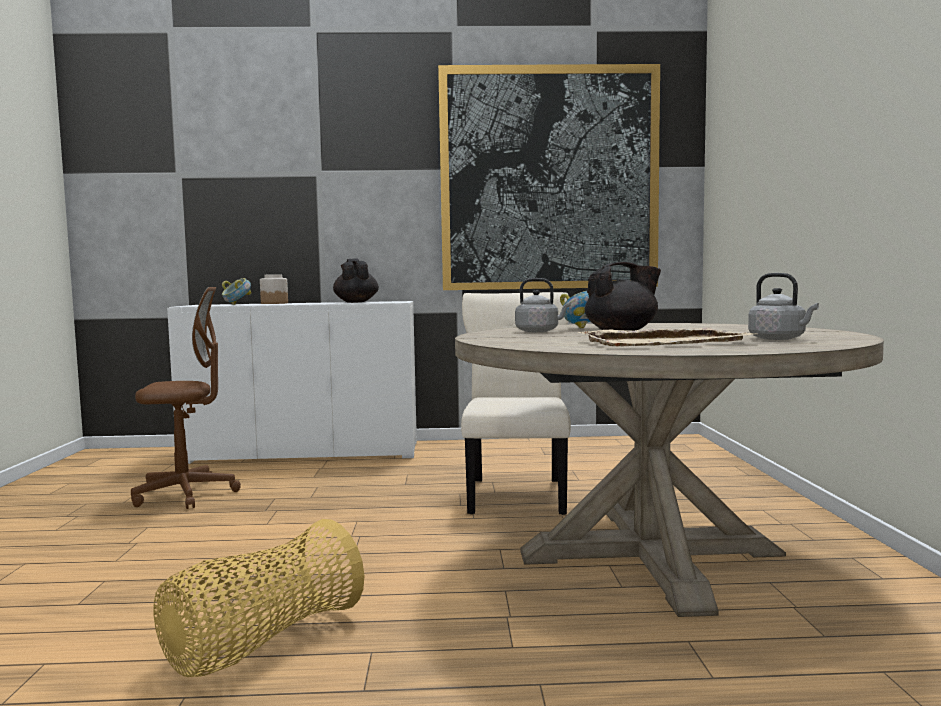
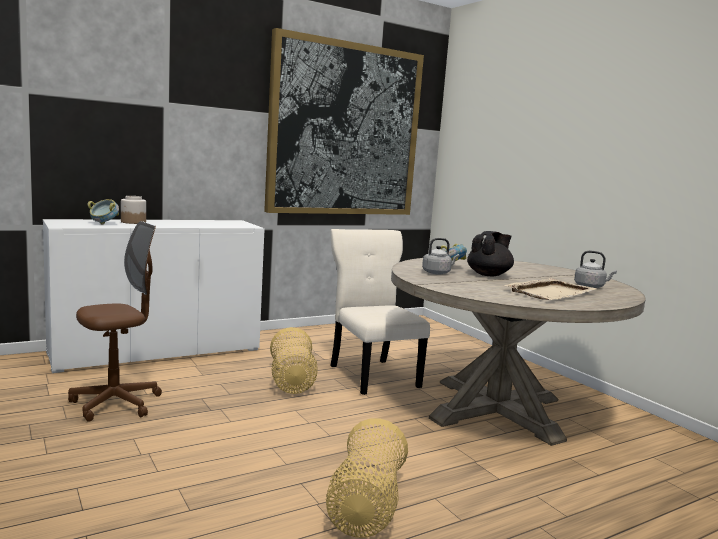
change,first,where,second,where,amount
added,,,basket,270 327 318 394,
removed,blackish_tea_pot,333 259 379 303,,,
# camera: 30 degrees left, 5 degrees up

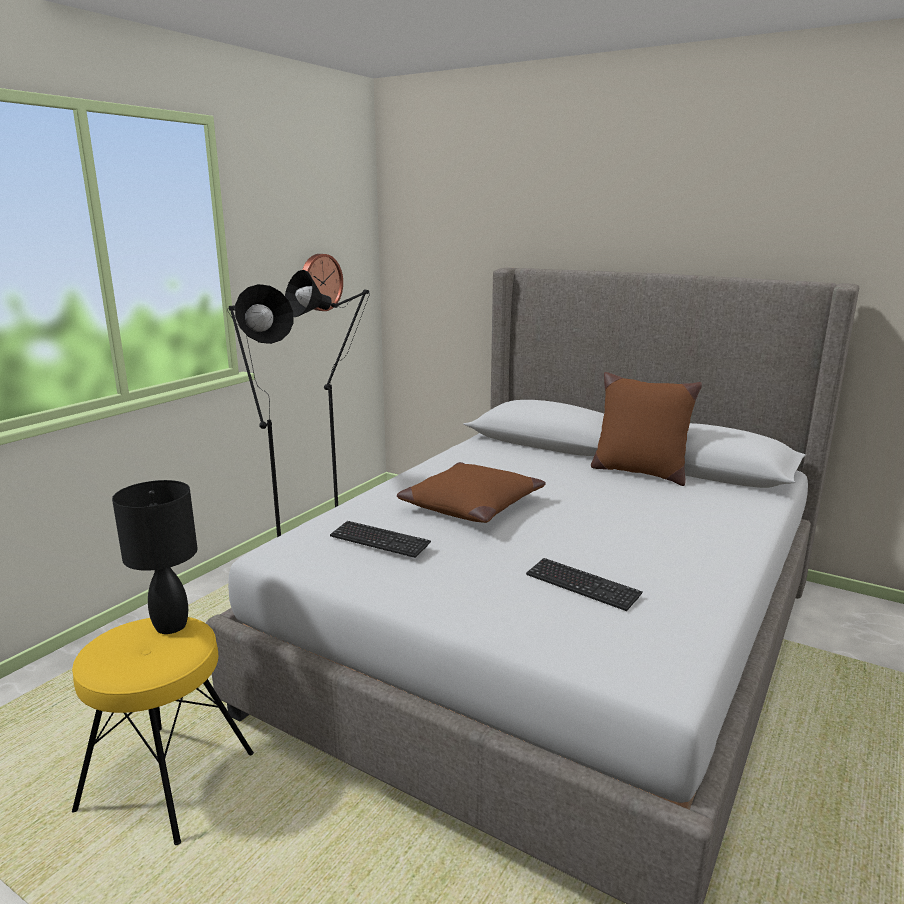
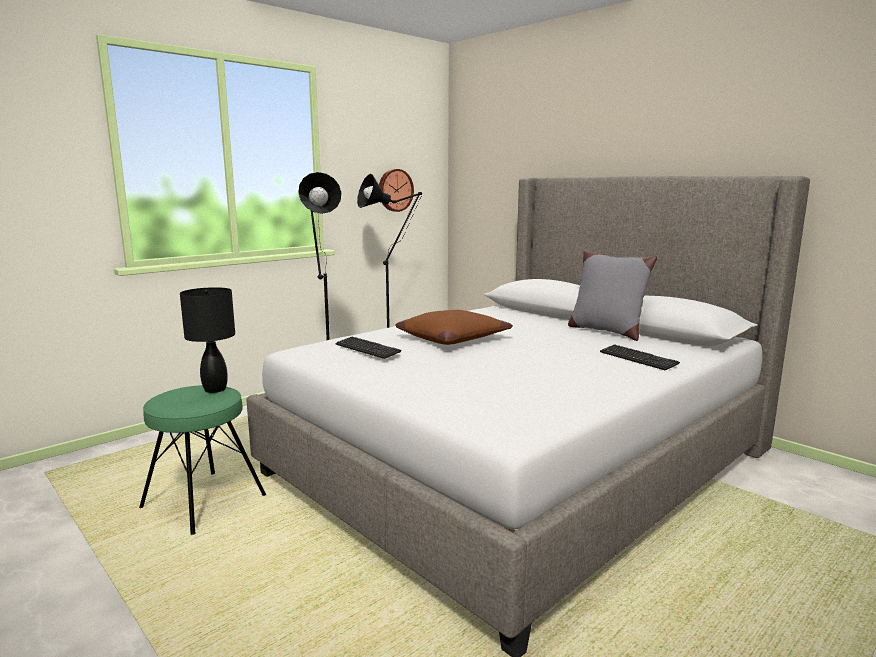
change,first,where,second,where,amount
recoloured,yellow_stool_seat,72 617 254 845,green_stool_seat,139 385 266 535,
recoloured,brown-coloured_cushion,591 372 702 486,gray_cushion,568 250 657 341,
moved,computer_keyboard,526 558 643 611,,600 344 680 370,
# camera: 15 degrees right, 5 degrees down

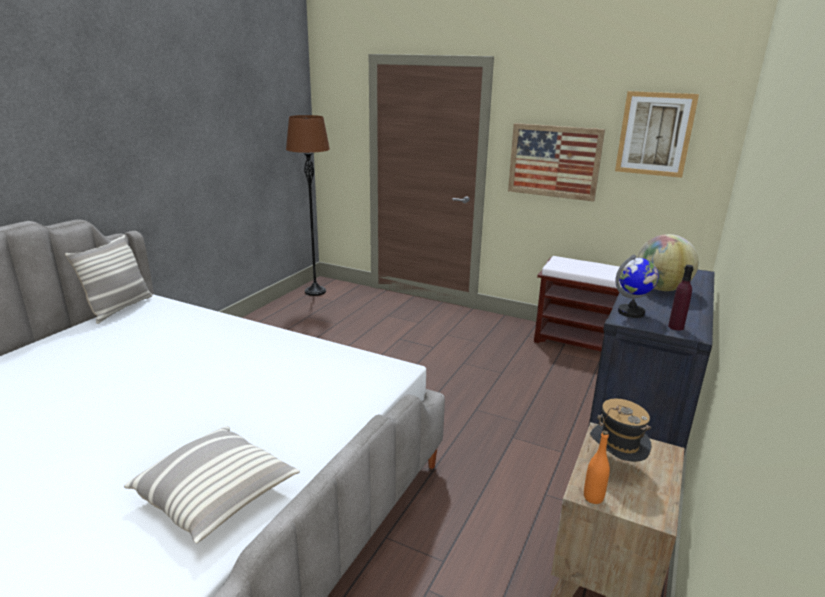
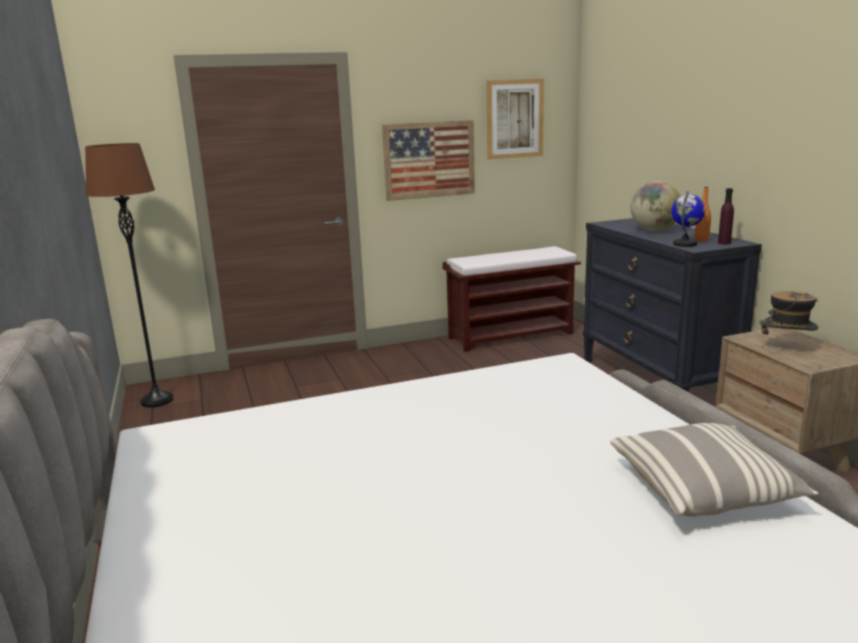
change,first,where,second,where,amount
moved,orange_bottle,584 431 610 504,,695 187 711 242,
removed,cushion,65 235 152 324,,,
# camera: 45 degrees left, 5 degrees down

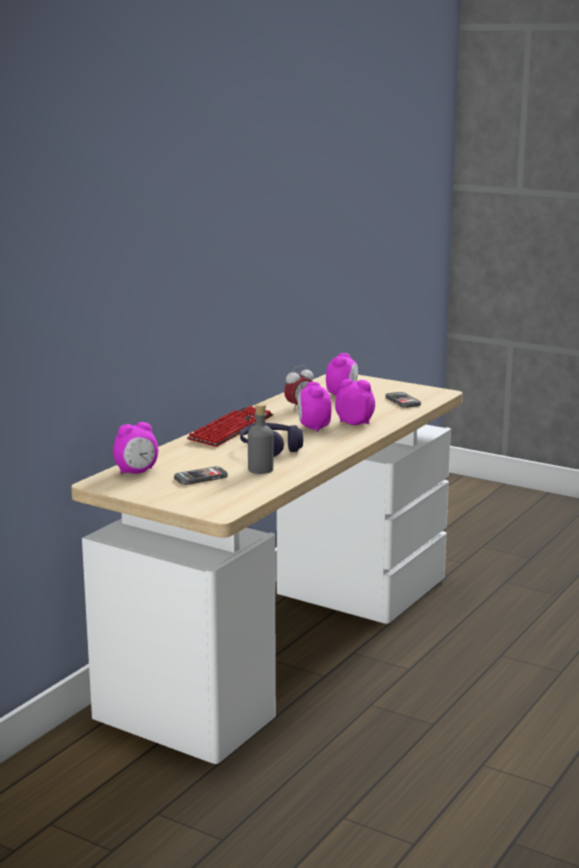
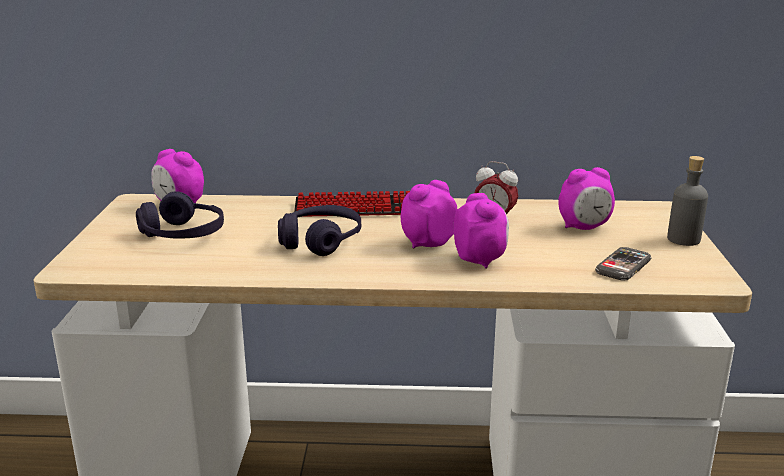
change,first,where,second,where,amount
replaced,phone,174 466 228 485,purplish_headphones,136 191 224 239,
moved,gray_bottle,248 403 274 474,,667 156 708 246,
# camera: 60 degrees right, 5 degrees up

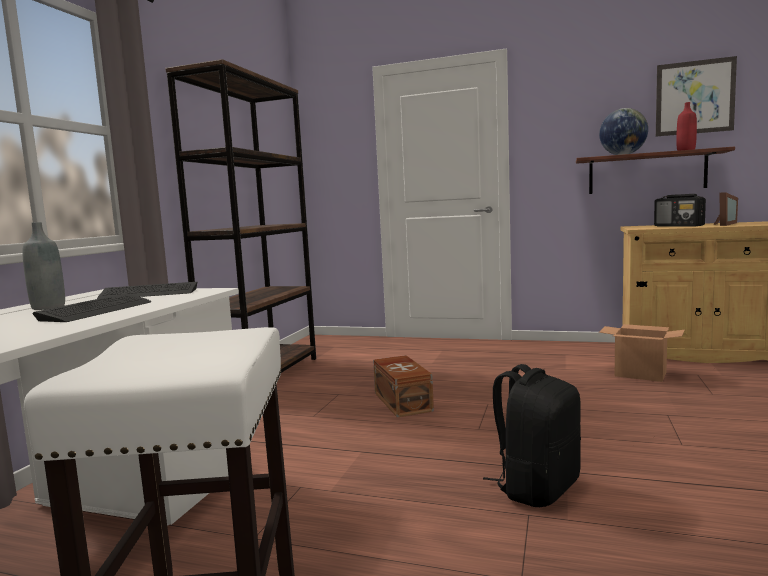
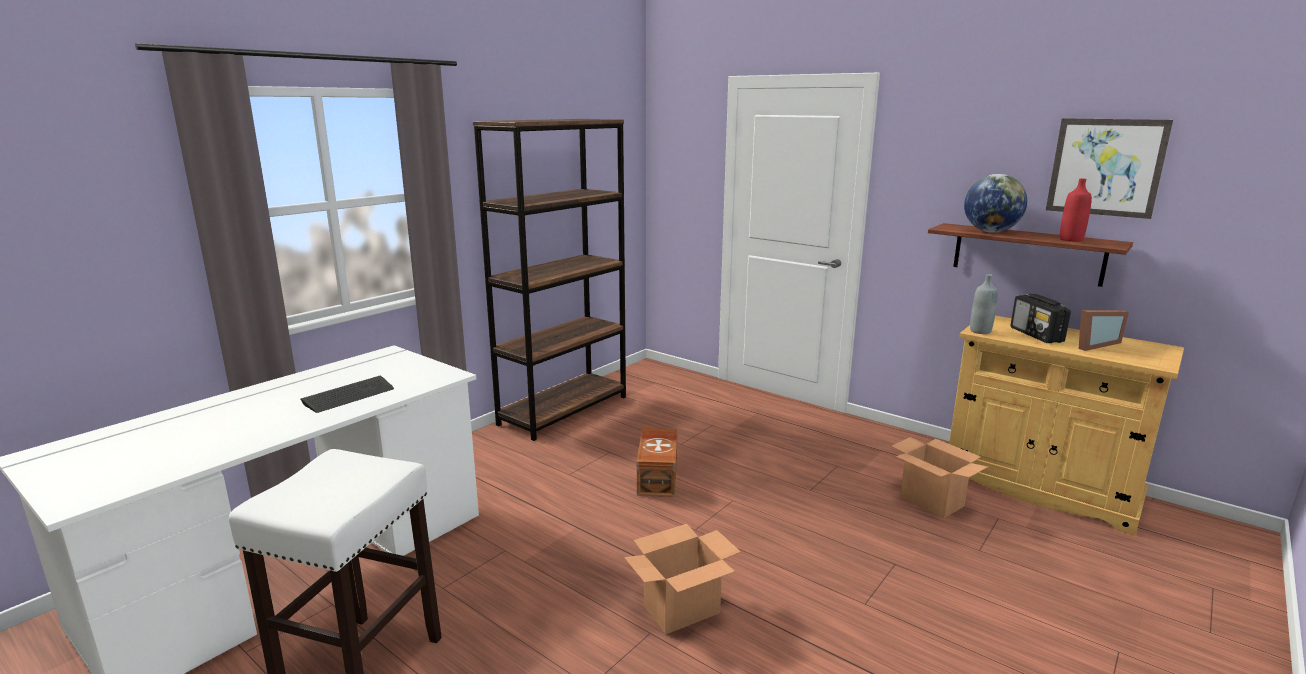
change,first,where,second,where,amount
replaced,blackish_knapsack,483 364 581 507,packing_box,624 524 741 634,
moved,gray_bottle,22 222 65 310,,970 274 998 334,
removed,computer_keyboard,97 282 197 299,,,
# camera: 20 degrees right, 10 degrees up

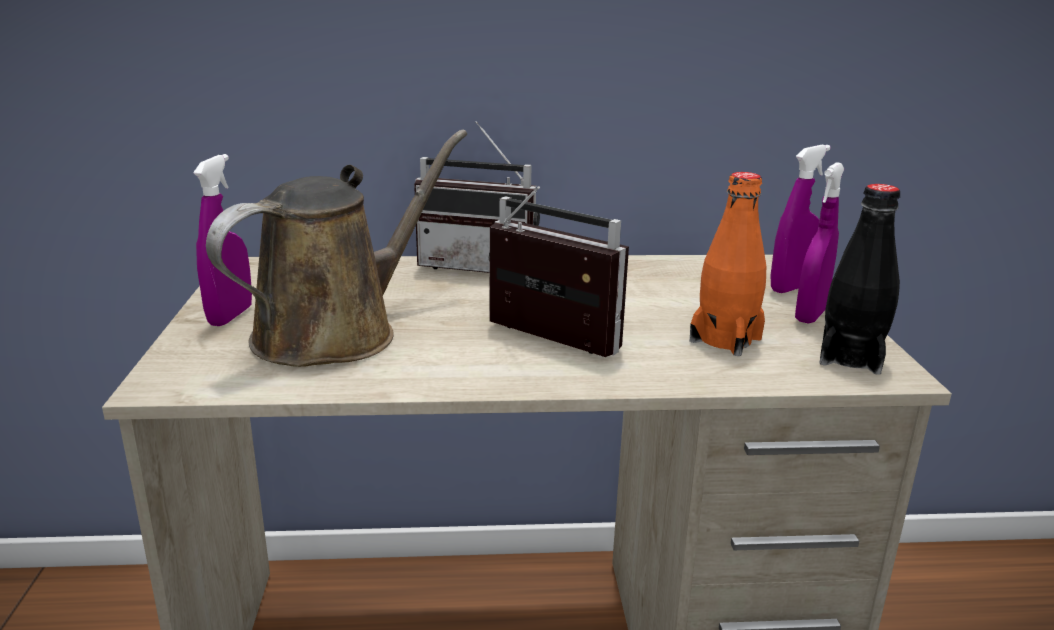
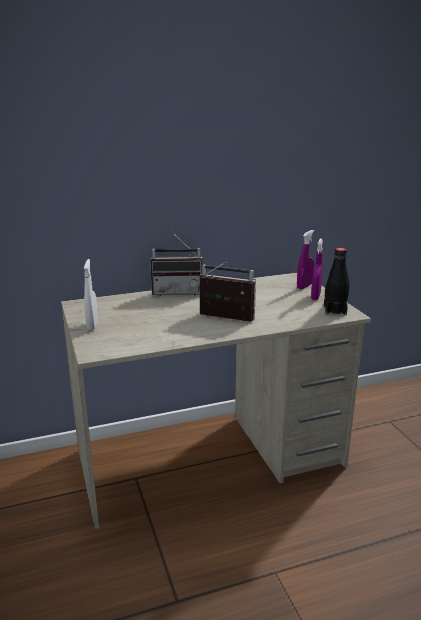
change,first,where,second,where,amount
recoloured,purplish_sprayer,193 154 252 326,white_sprayer,84 259 98 330,
removed,brown-coloured_watering_can,206 130 467 367,,,
removed,orange_bottle,690 172 766 356,,,
# camera: 15 degrees left, 0 degrees up

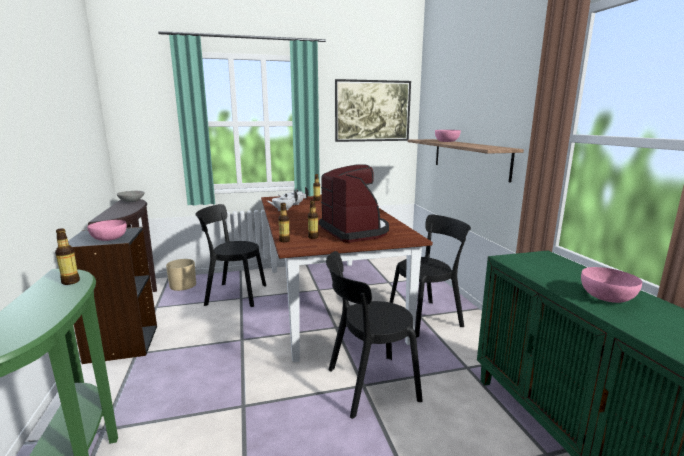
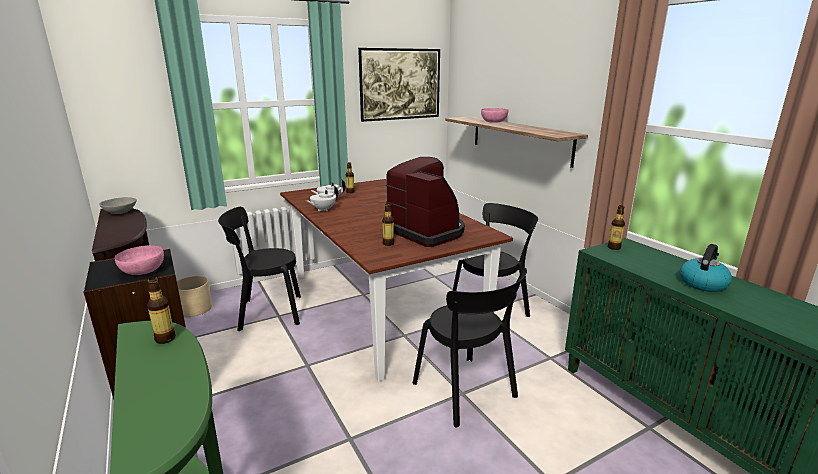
change,first,where,second,where,amount
turned,blackish_chair,326 251 423 419,,413 268 527 428,90 degrees counterclockwise
moved,bottle,278 203 290 242,,608 205 625 250,
replaced,pinkish_bowl,581 267 642 303,tea_kettle,680 244 732 292,
# camera: 15 degrees left, 5 degrees up

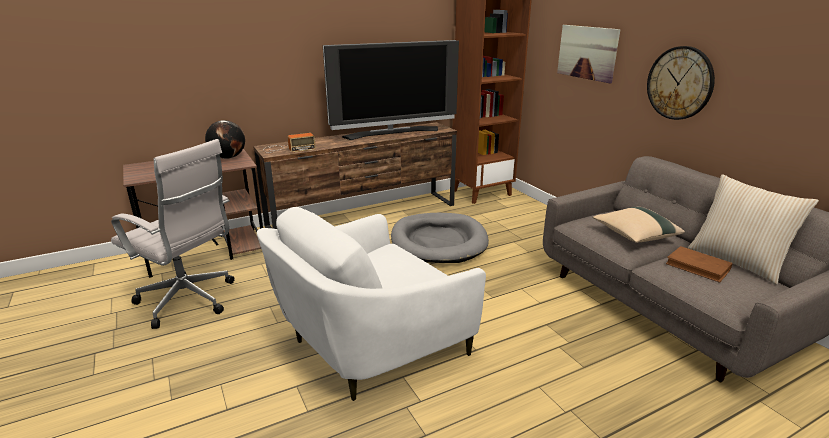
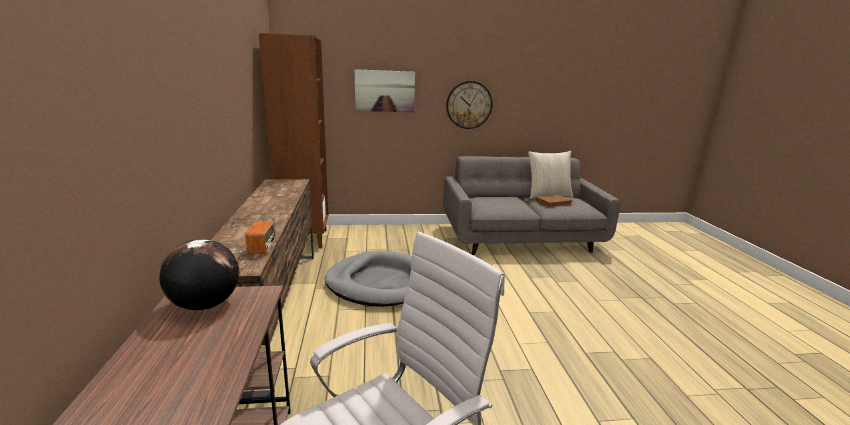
change,first,where,second,where,amount
removed,white_armchair,257 207 486 401,,,
removed,television,323 40 459 140,,,
removed,beige_cushion,593 207 685 243,,,
# camera: 70 degrees left, 5 degrees down

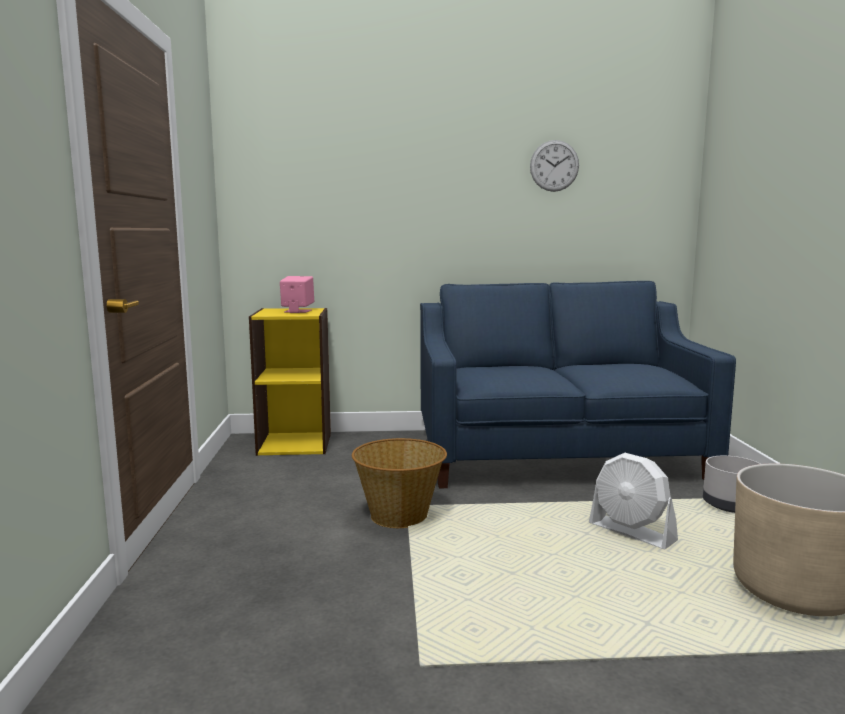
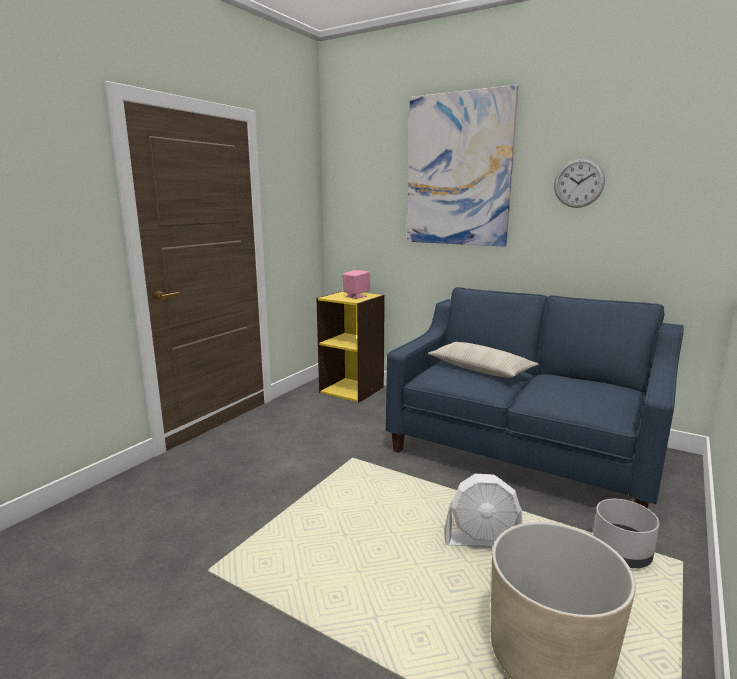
change,first,where,second,where,amount
added,,,picture,407 85 518 247,
added,,,beige_cushion,428 342 539 378,
turned,white_fan,589 453 678 550,,444 474 522 548,75 degrees counterclockwise
removed,basket,352 438 447 528,,,
# camera: 35 degrees right, 5 degrees up

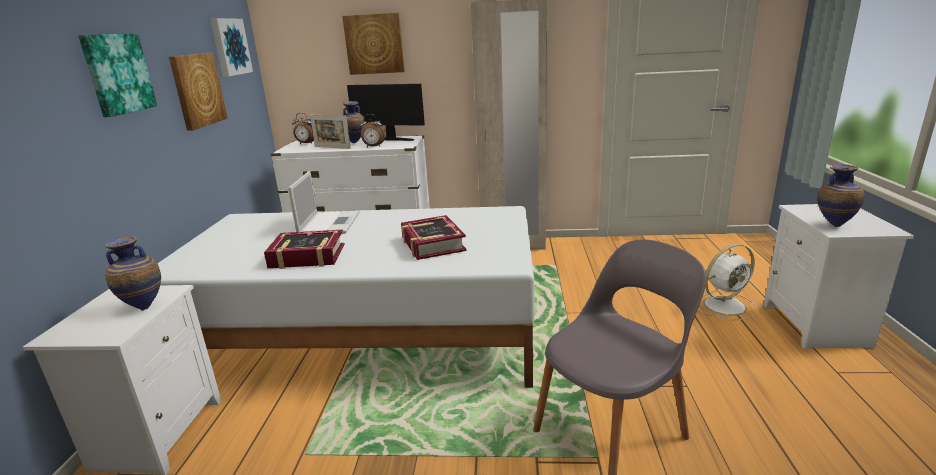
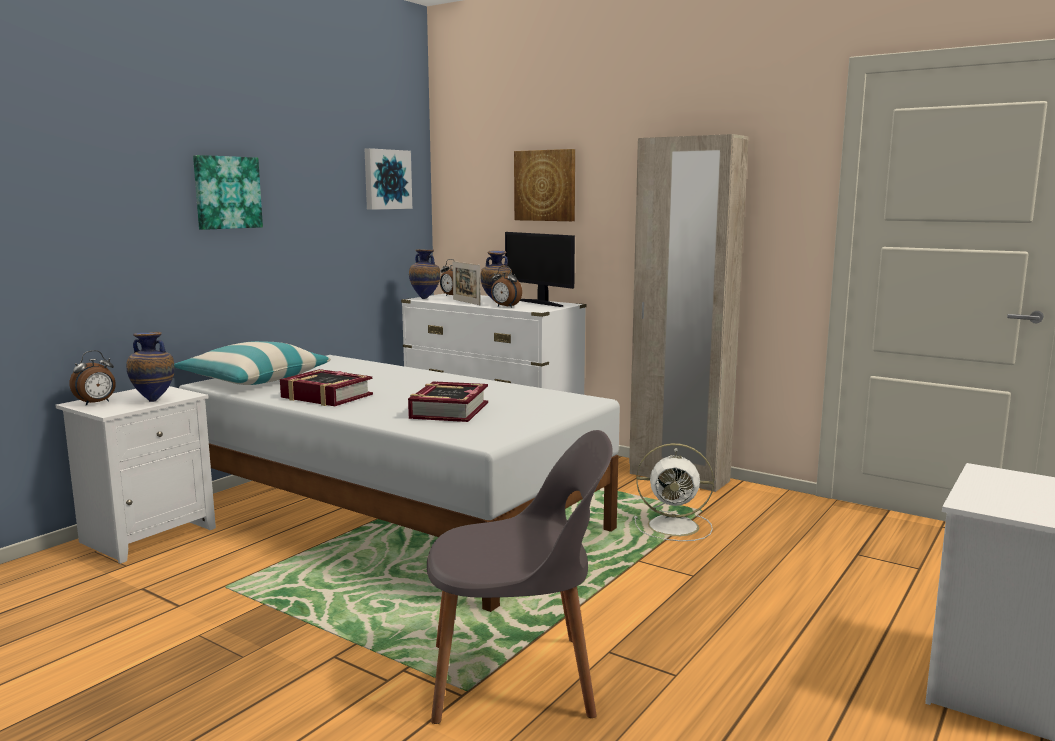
change,first,where,second,where,amount
added,,,alarm_clock,69 350 116 406,
added,,,cushion,174 341 331 385,
moved,flower_vase,817 165 865 227,,409 249 440 299,
moved,white_fan,698 244 758 320,,634 443 714 541,
removed,picture,169 53 228 131,,,
removed,notebook_computer,288 171 360 234,,,
# camera: 30 degrees right, 10 degrees down

